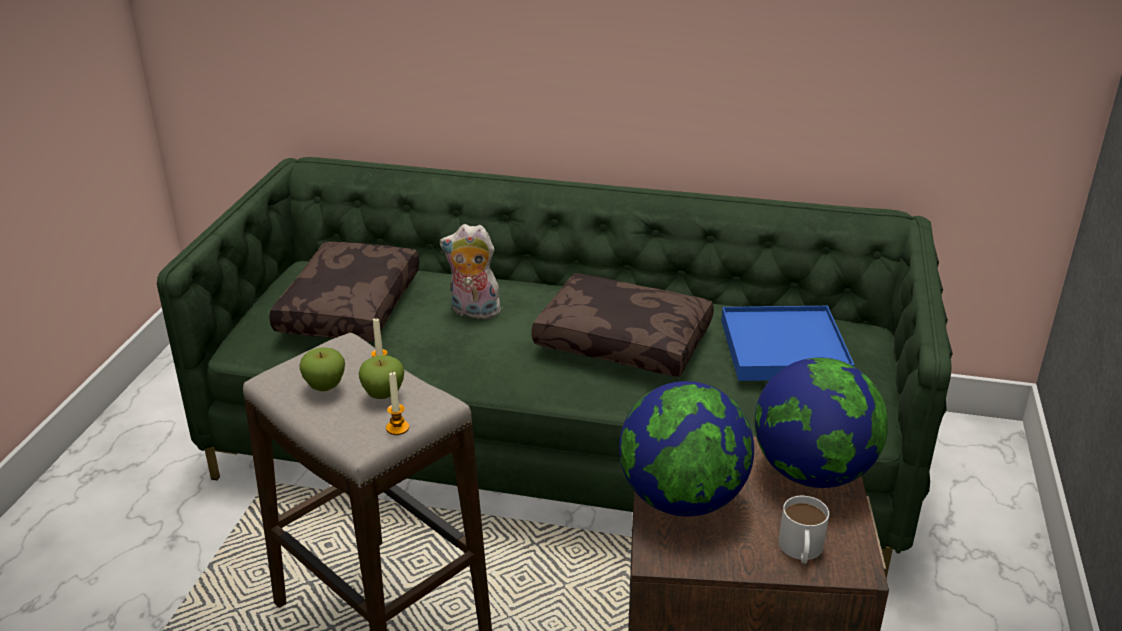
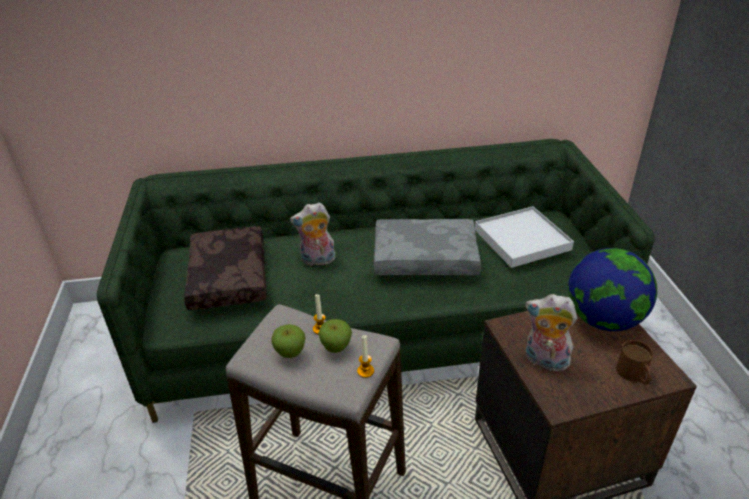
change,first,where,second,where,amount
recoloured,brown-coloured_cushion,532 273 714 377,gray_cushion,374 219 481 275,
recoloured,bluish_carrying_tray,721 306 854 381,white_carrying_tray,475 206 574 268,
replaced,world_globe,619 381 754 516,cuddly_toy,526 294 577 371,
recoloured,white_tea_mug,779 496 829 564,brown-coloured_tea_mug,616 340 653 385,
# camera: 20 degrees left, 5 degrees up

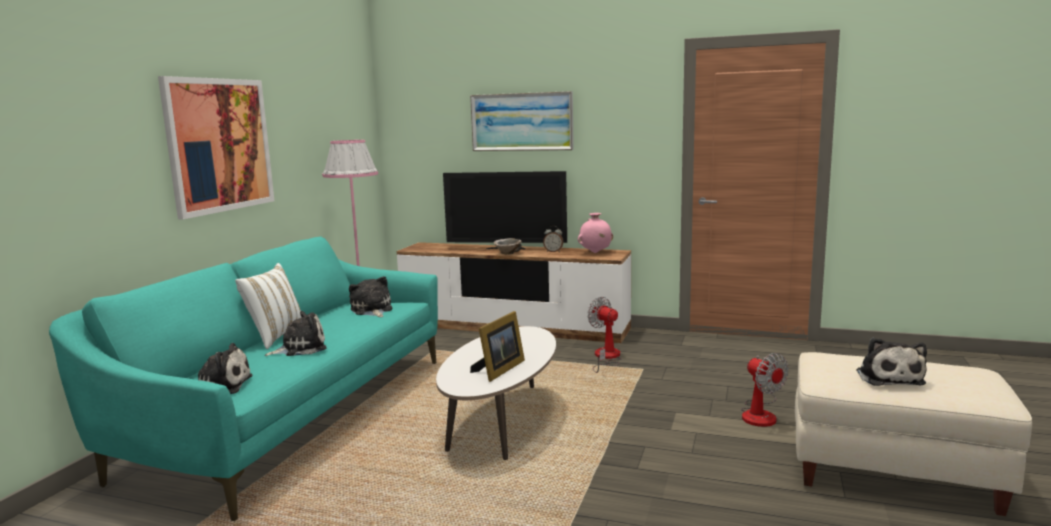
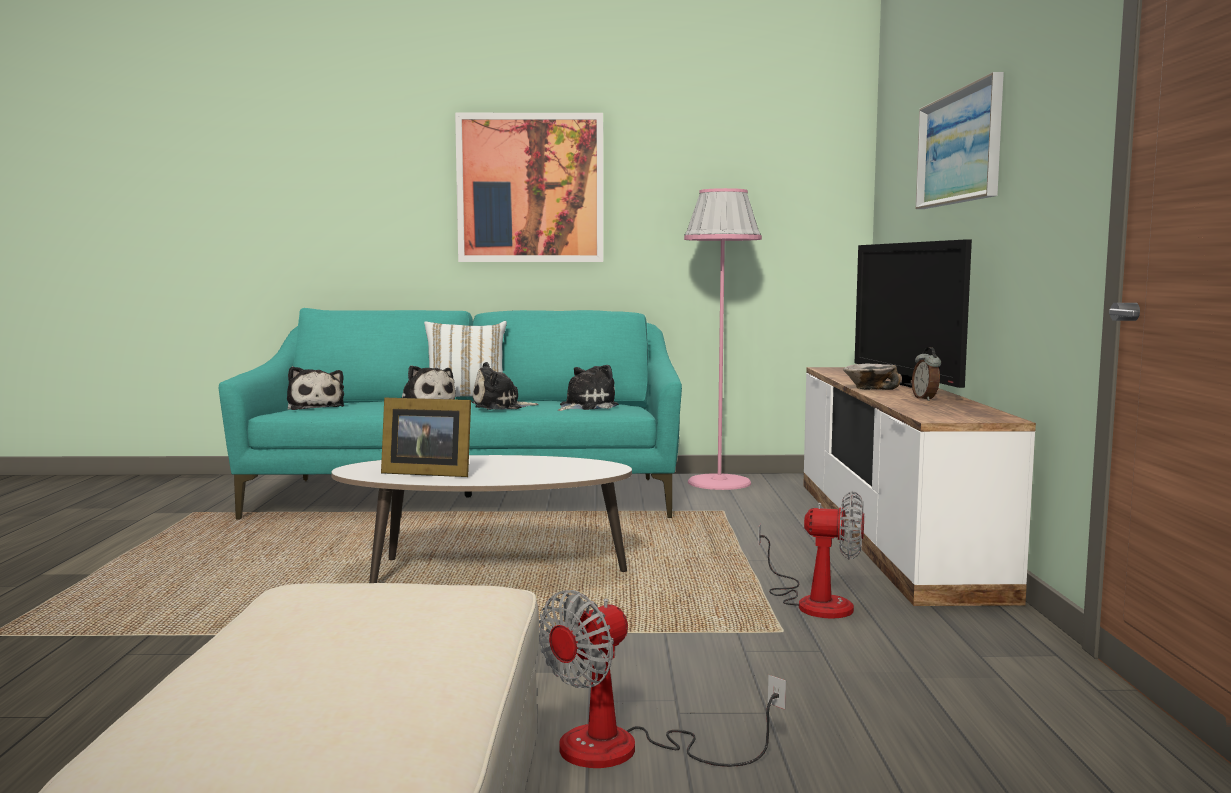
change,first,where,second,where,amount
moved,cuddly_toy,857 338 927 386,,472 362 539 410,
turned,fan,587 297 622 373,,758 491 864 619,75 degrees clockwise
removed,pinkish_flower_vase,578 213 613 253,,,
# camera: 70 degrees right, 5 degrees down

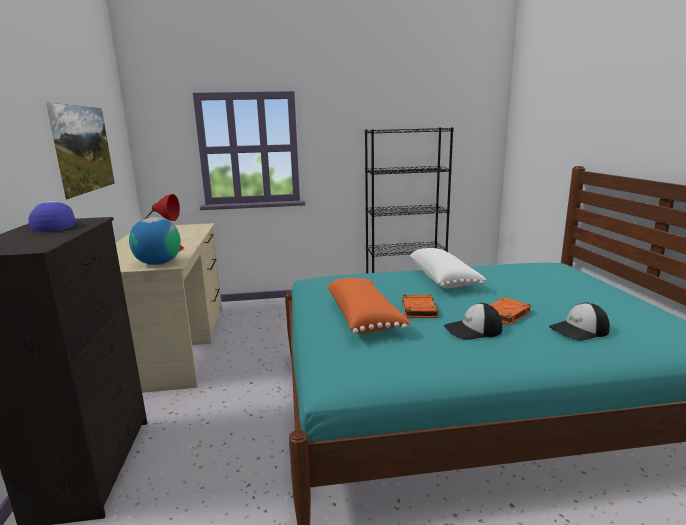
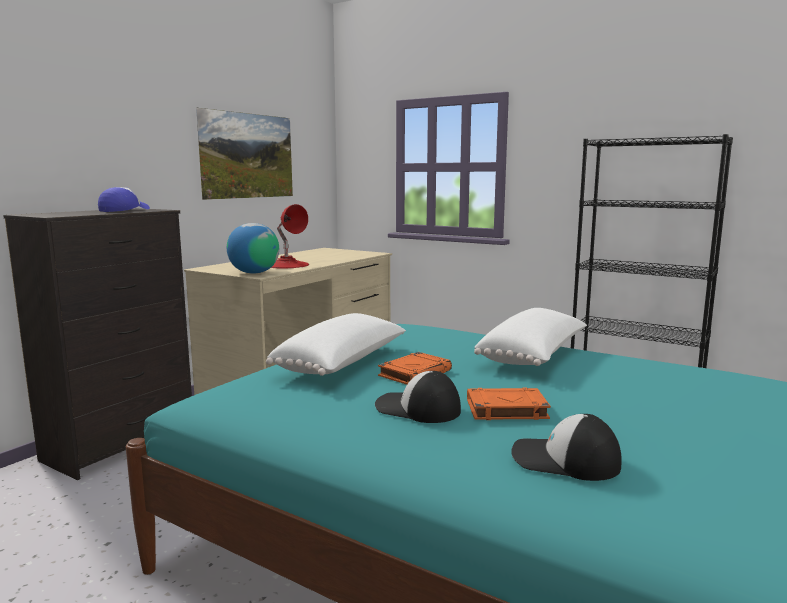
change,first,where,second,where,amount
recoloured,orange_cushion,328 278 411 334,white_cushion,266 313 406 376,
# camera: 40 degrees right, 5 degrees down

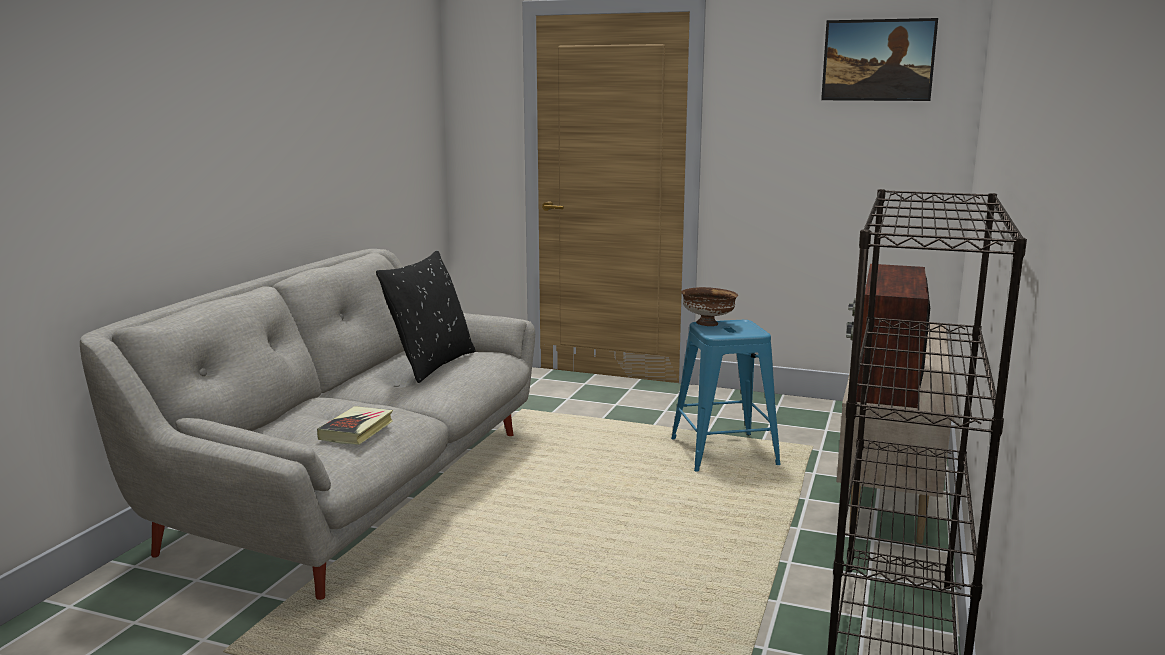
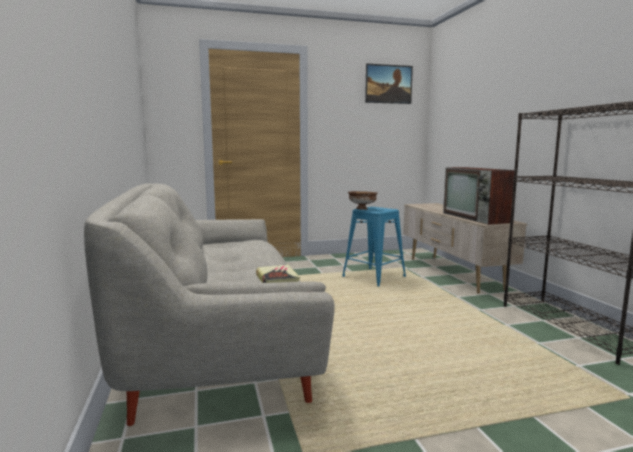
change,first,where,second,where,amount
removed,blackish_cushion,376 250 476 383,,,
# camera: 35 degrees left, 5 degrees down

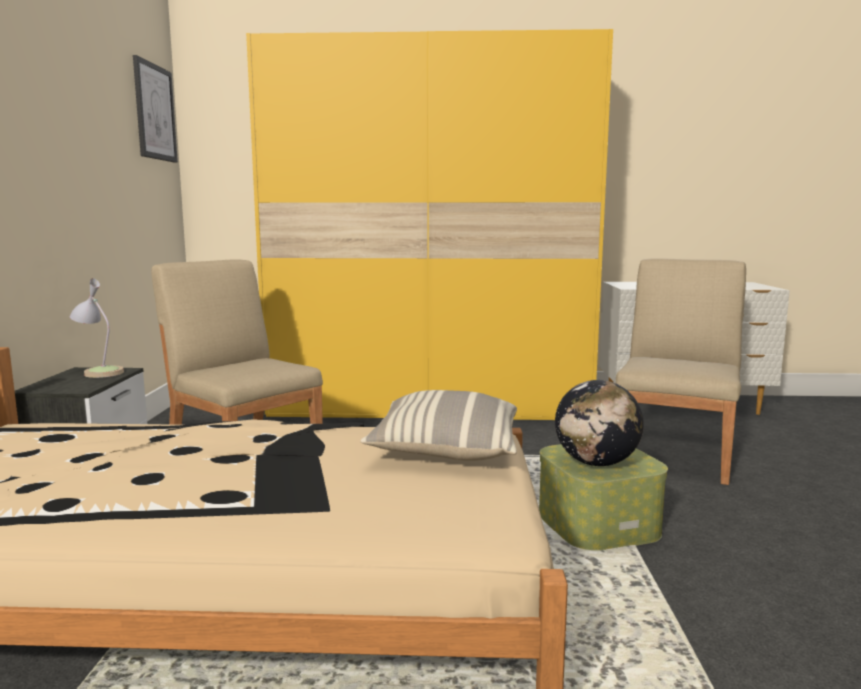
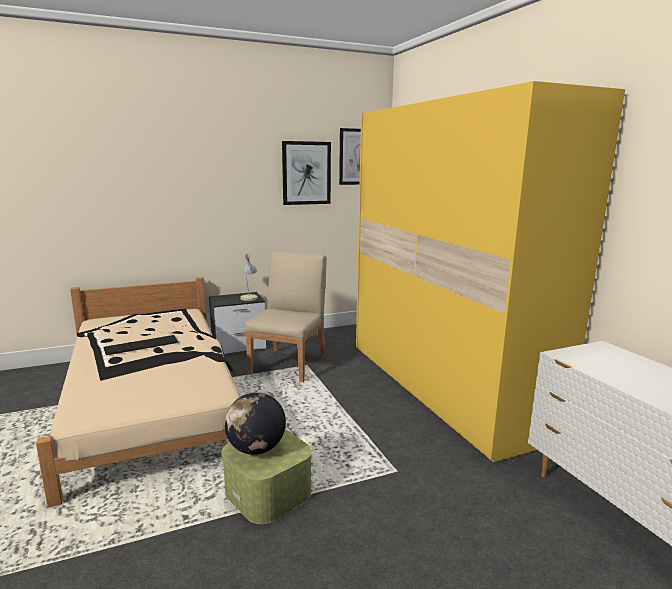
change,first,where,second,where,amount
added,,,computer_keyboard,103 335 179 355,
added,,,picture,282 141 331 205,
removed,cushion,360 390 517 461,,,
removed,beige_chair,616 258 746 485,,,
# camera: 65 degrees right, 5 degrees up

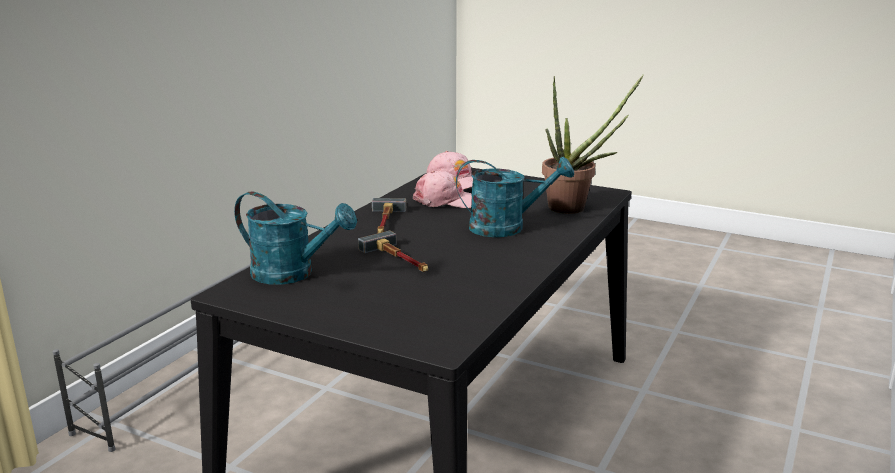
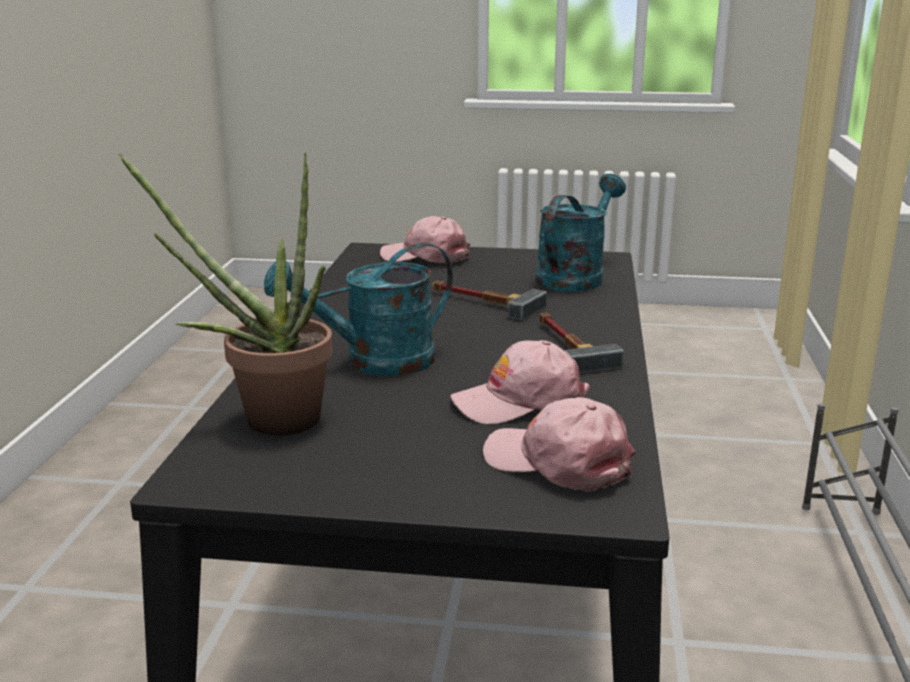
change,first,where,second,where,amount
added,,,pinkish_baseball_cap,380 216 470 264,
turned,turquoise_watering_can,234 191 357 285,,536 174 626 292,120 degrees clockwise
# camera: 160 degrees right, 0 degrees up

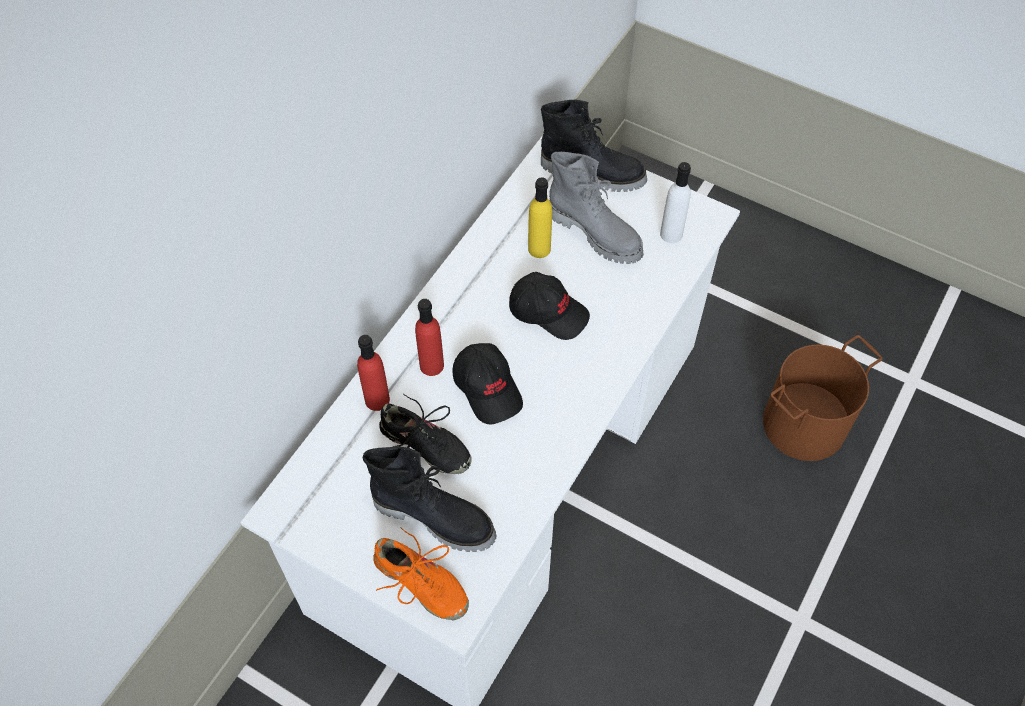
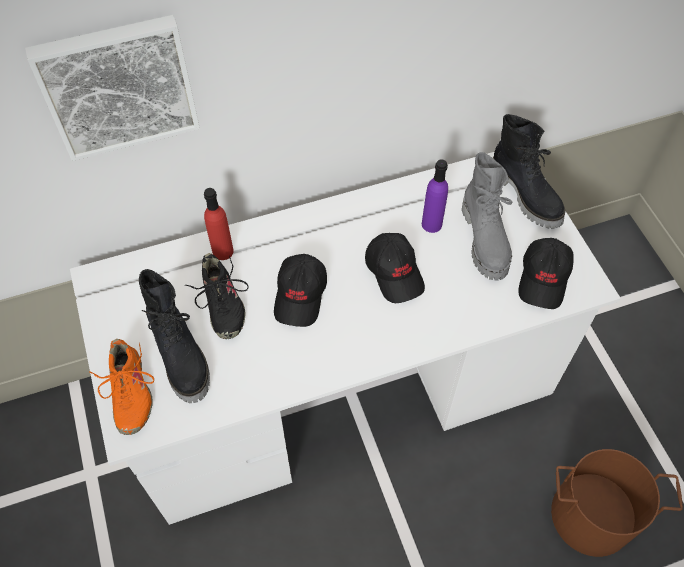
change,first,where,second,where,amount
added,,,picture,25 15 200 161,
recoloured,yellow_bottle,528 177 552 258,purplish_bottle,422 159 448 233,
replaced,white_bottle,660 162 691 243,blackish_baseball_cap,518 238 574 309,
removed,red_bottle,415 299 444 376,,,
# camera: 40 degrees right, 0 degrees up

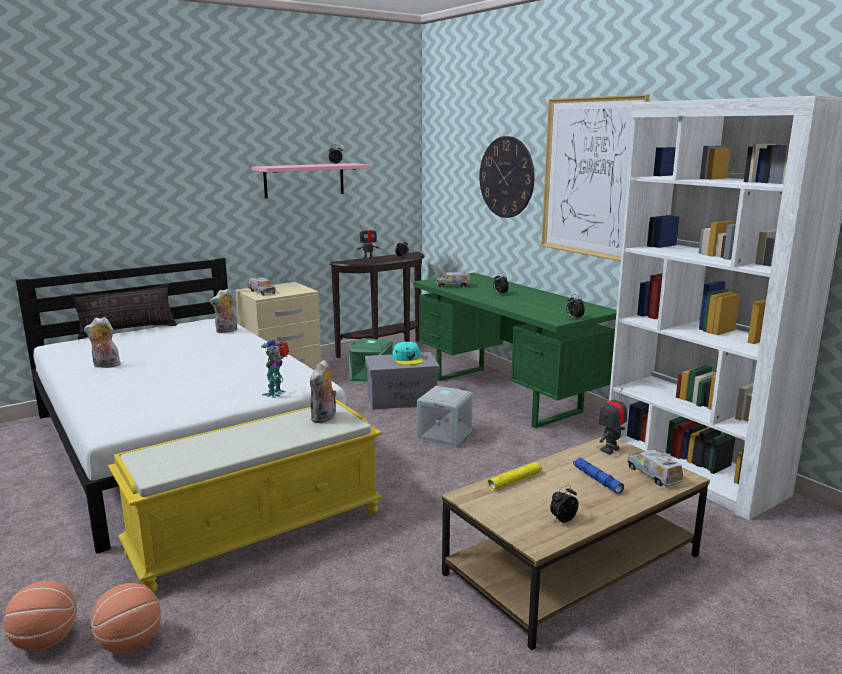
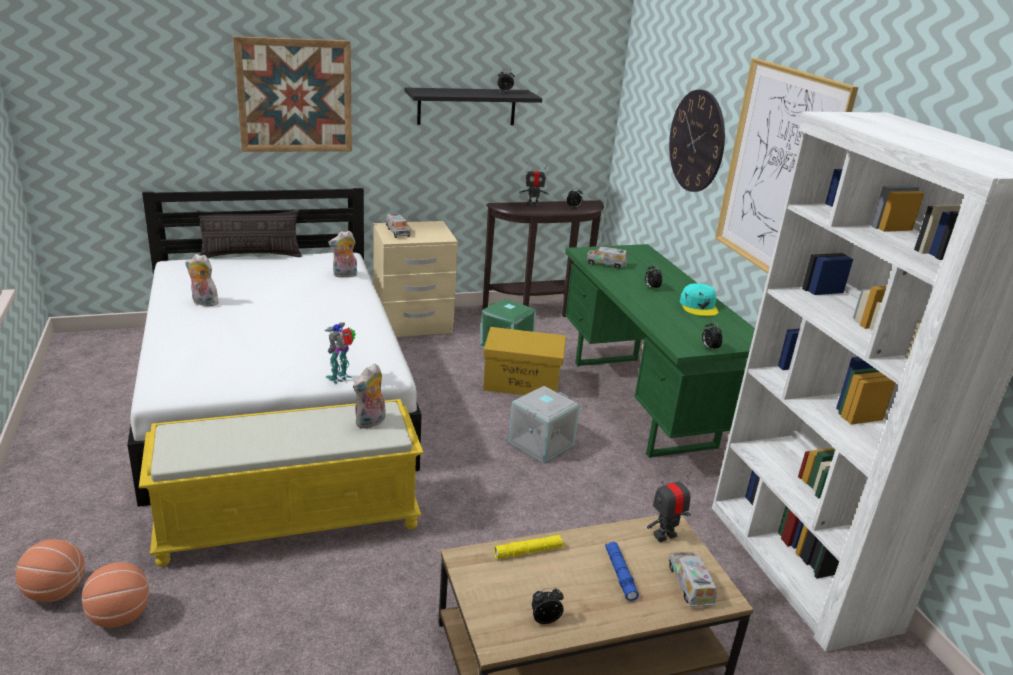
change,first,where,second,where,amount
added,,,picture,233 36 352 152,
recoloured,pinkish_bracket_shelf,252 163 370 198,blackish_bracket_shelf,405 88 542 125,
recoloured,gray_storage_container,365 352 440 410,yellow_storage_container,483 327 566 395,
moved,turquoise_baseball_cap,392 342 423 365,,680 283 719 316,
# camera: 15 degrees right, 10 degrees up

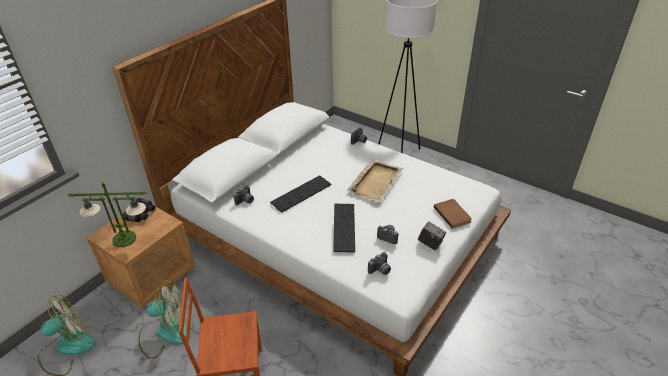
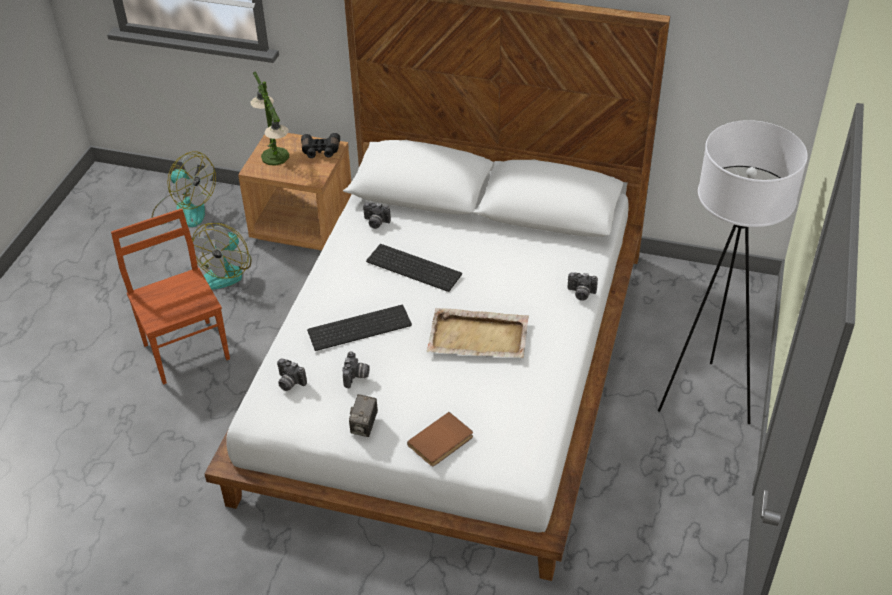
change,first,where,second,where,amount
turned,fan,139 280 190 359,,192 223 252 290,45 degrees clockwise
# camera: 70 degrees right, 5 degrees up

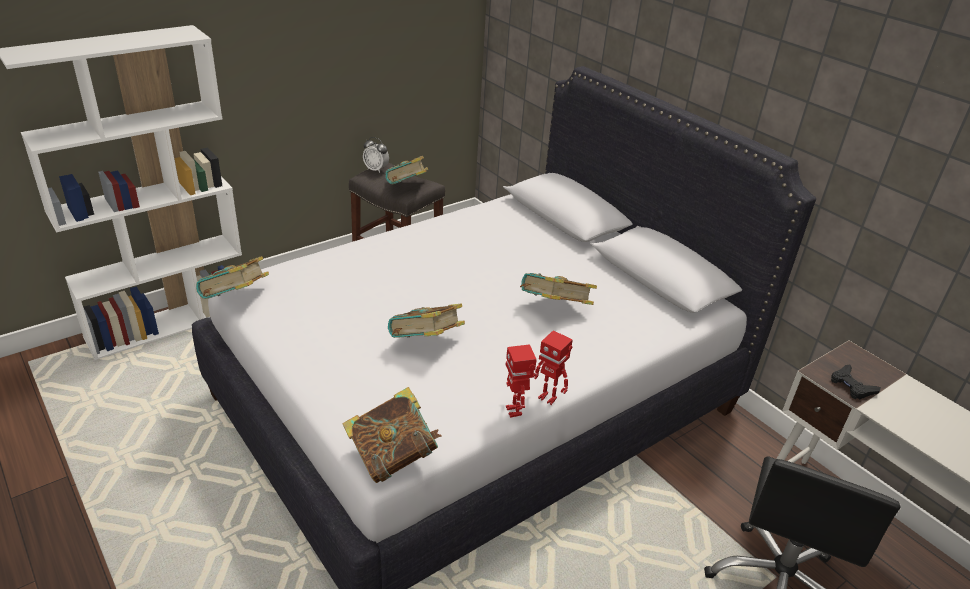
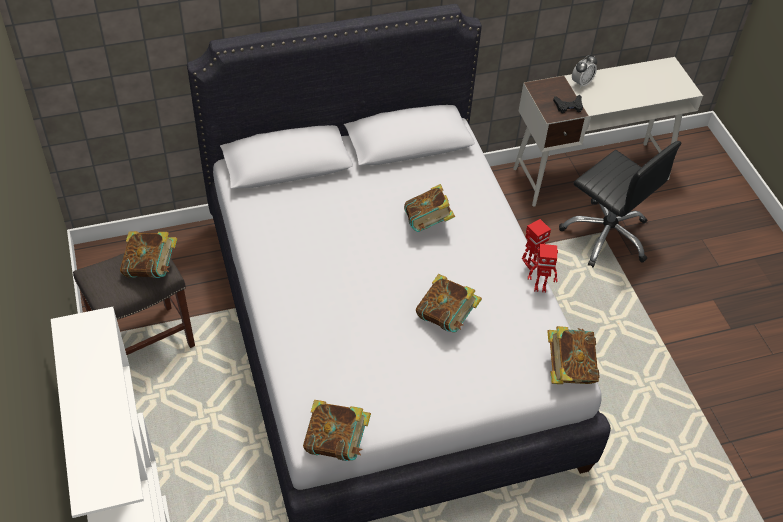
change,first,where,second,where,amount
moved,alarm_clock,363 137 389 173,,572 55 597 88,
# camera: 70 degrees left, 15 degrees up

